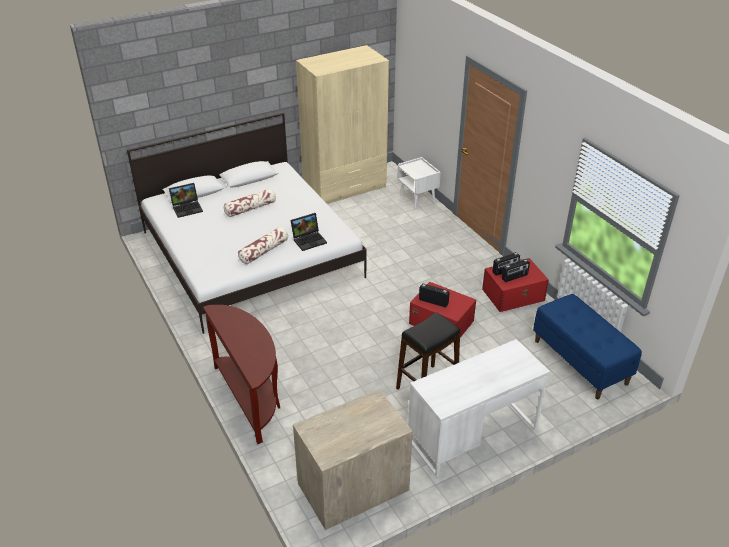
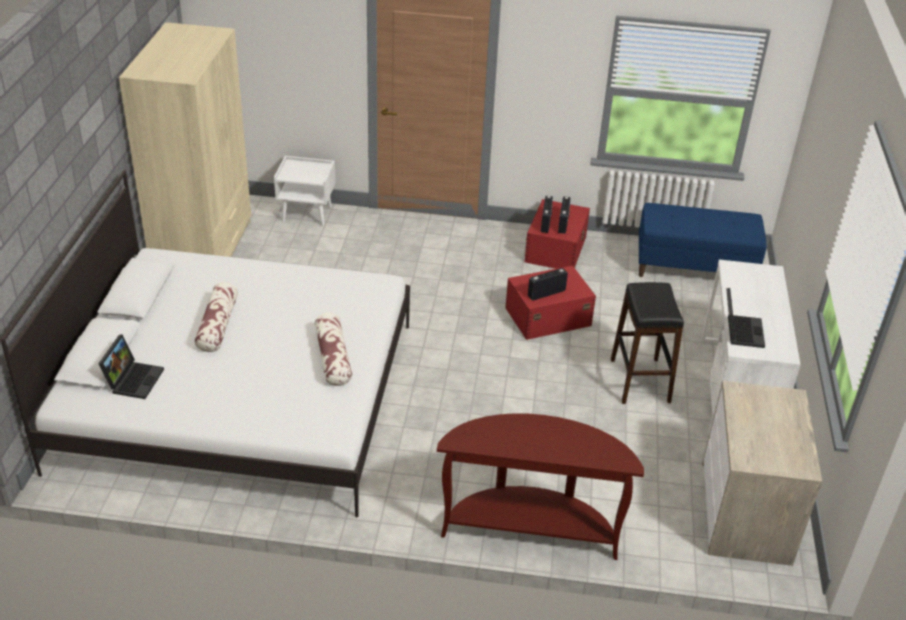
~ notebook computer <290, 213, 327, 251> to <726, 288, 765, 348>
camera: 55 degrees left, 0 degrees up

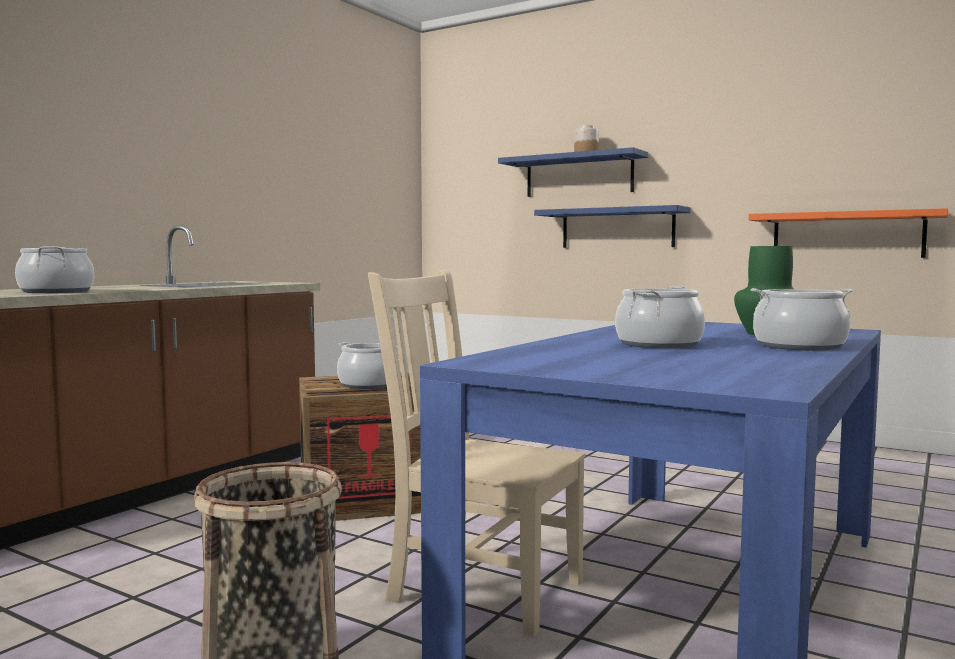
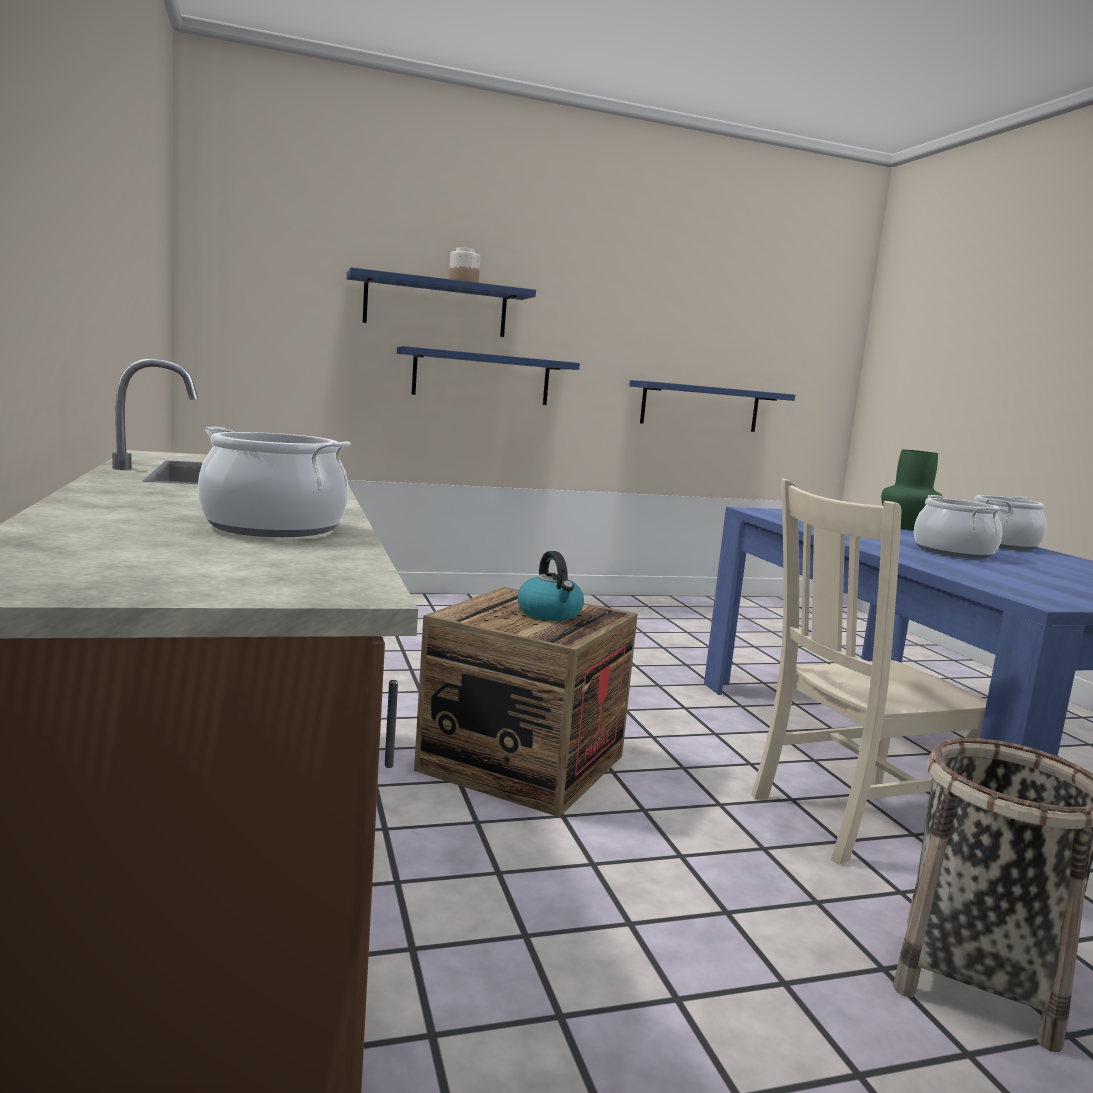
~ shelf/orange <749, 208, 948, 258> to shelf/blue <629, 380, 795, 432>
~ saucepot <337, 342, 401, 389> to water kettle <518, 551, 584, 621>
camera: 50 degrees left, 5 degrees up

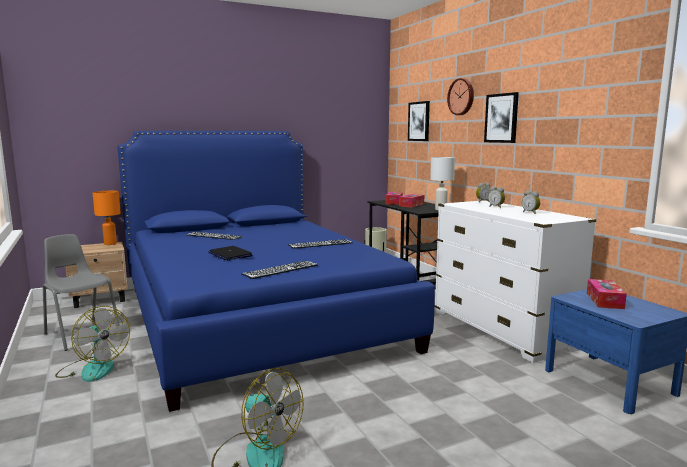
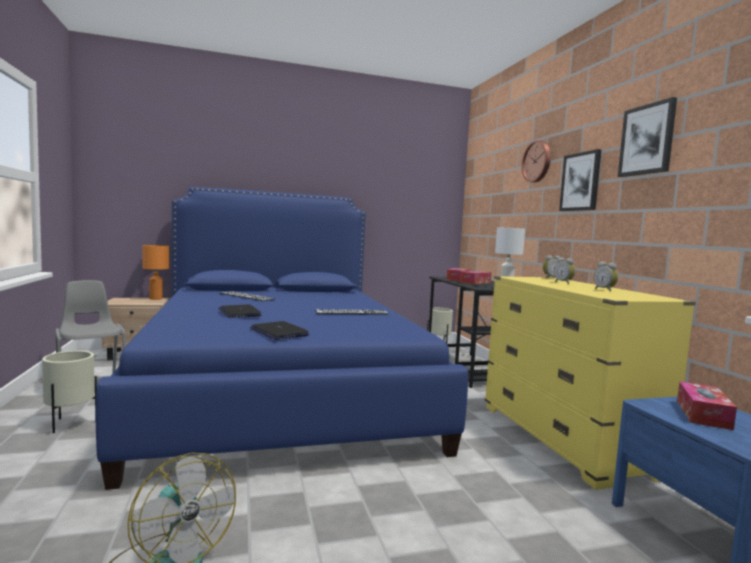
~ wall picture <408, 101, 430, 141> to <618, 97, 677, 177>
~ chest of drawers/white <435, 200, 596, 363> to chest of drawers/yellow-coloured <485, 276, 696, 490>
~ PC keyboard <241, 261, 318, 279> to notebook computer <250, 321, 309, 340>
~ fan <55, 306, 130, 382> to planter/beige-coloured <42, 351, 97, 433>
camera: 10 degrees right, 5 degrees down

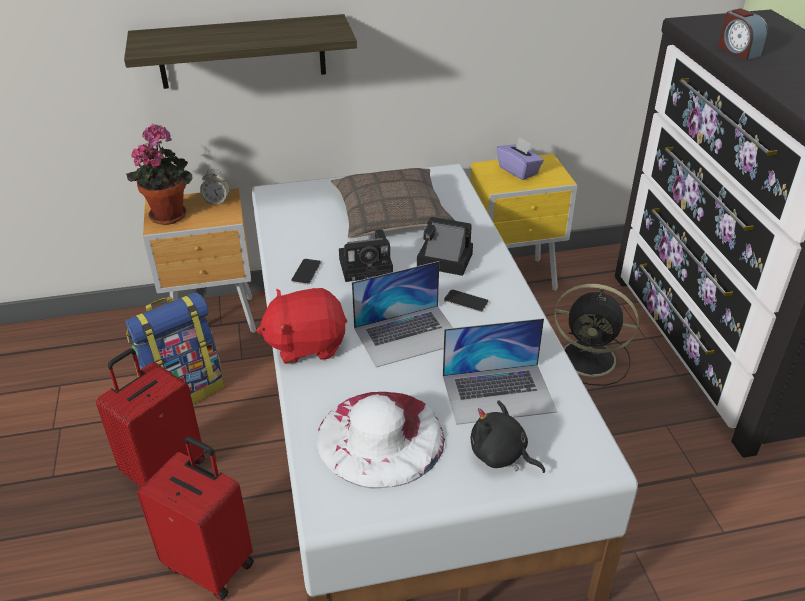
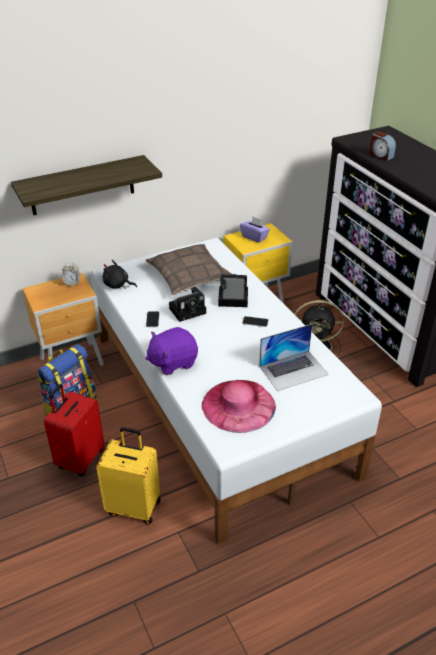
- plant in a pot <126, 124, 193, 225>
- notebook computer <352, 261, 453, 367>
~ cuddly toy/red <256, 288, 347, 364> to cuddly toy/purple-coloured <145, 327, 198, 375>
~ hat/white <317, 392, 445, 488> to hat/pink-coloured <202, 380, 276, 433>
~ cuddly toy/blackish <470, 400, 545, 473> to <103, 260, 137, 289>
~ suitcase/red <137, 436, 254, 600> to suitcase/yellow-coloured <96, 427, 160, 525>
camera: 15 degrees left, 0 degrees up

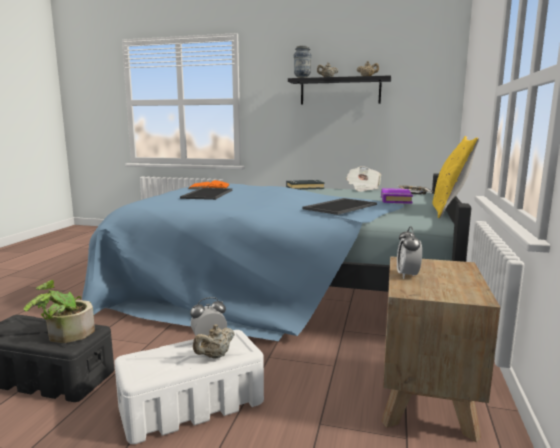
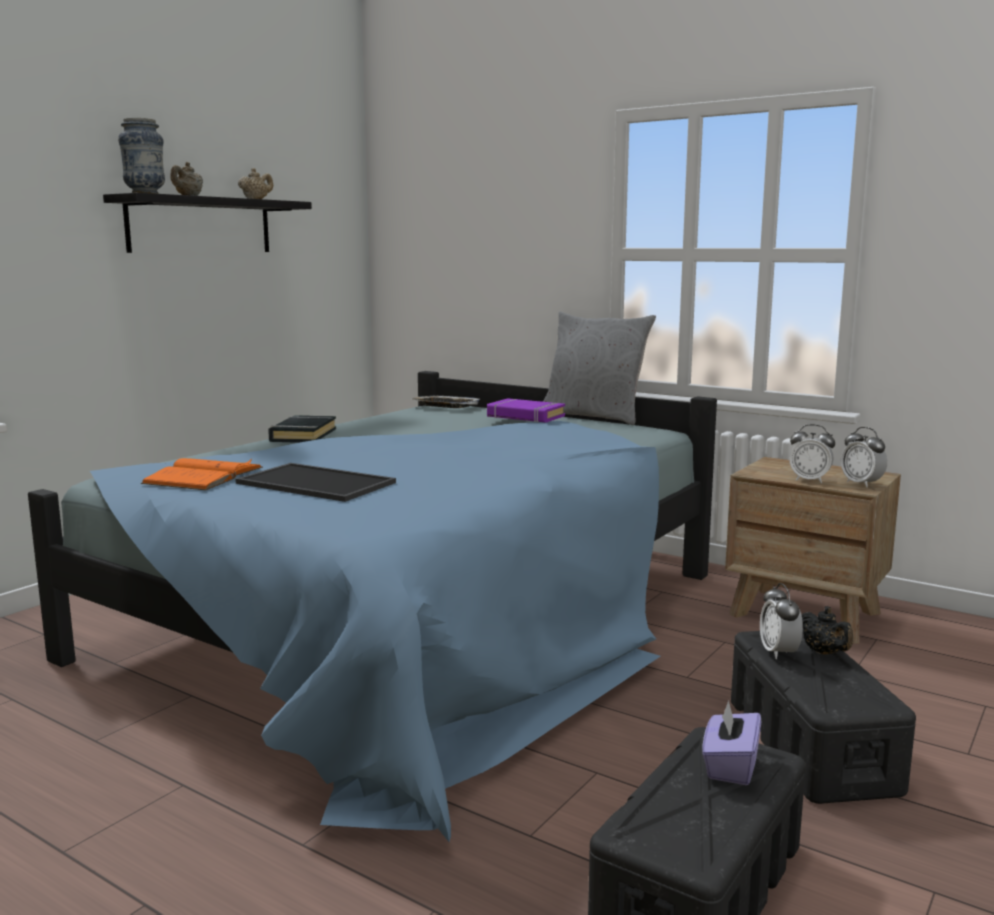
~ throw pillow/yellow-coloured <432, 136, 479, 218> to throw pillow/greyish <543, 311, 656, 425>
- printed paper <346, 166, 381, 191>
- tray <303, 198, 377, 215>
~ plant in a pot <23, 280, 95, 343> to tissue holder/purple-coloured <702, 700, 762, 785>
~ teapot/beige-coloured <193, 324, 235, 359> to teapot/blackish <801, 606, 853, 655>
~ storage box/white <114, 330, 264, 444> to storage box/blackish <731, 628, 916, 804>
+ table clock <841, 427, 887, 488>
camera: 70 degrees left, 0 degrees up

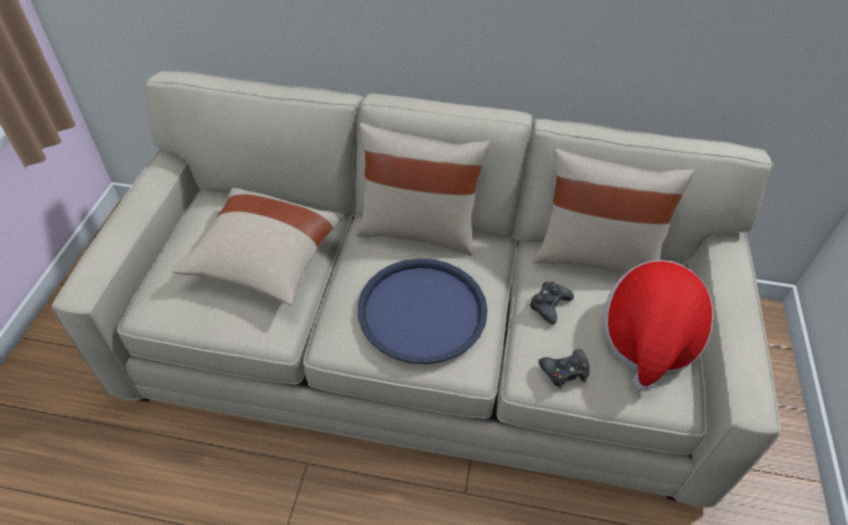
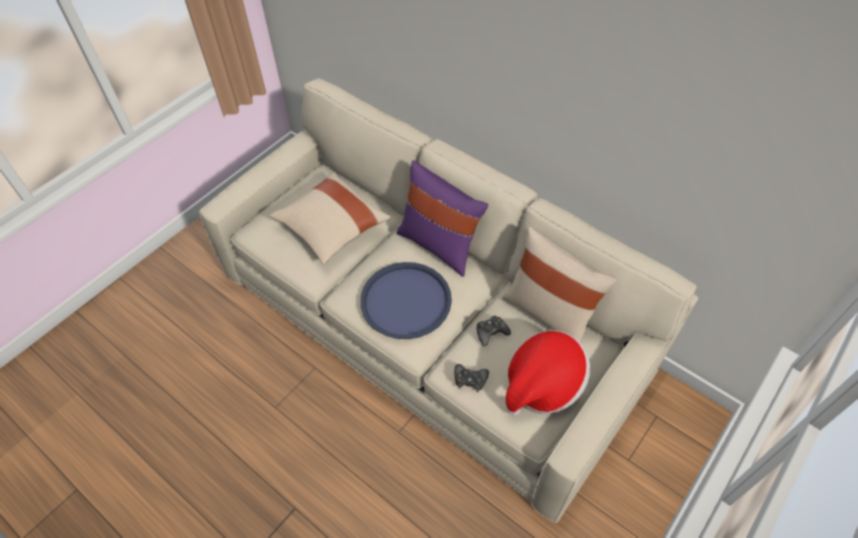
~ throw pillow/beige-coloured <355, 123, 490, 256> to throw pillow/purple-coloured <396, 160, 488, 277>
camera: 30 degrees right, 5 degrees up

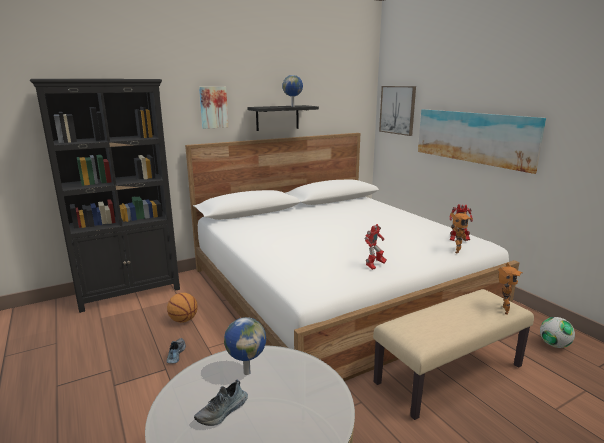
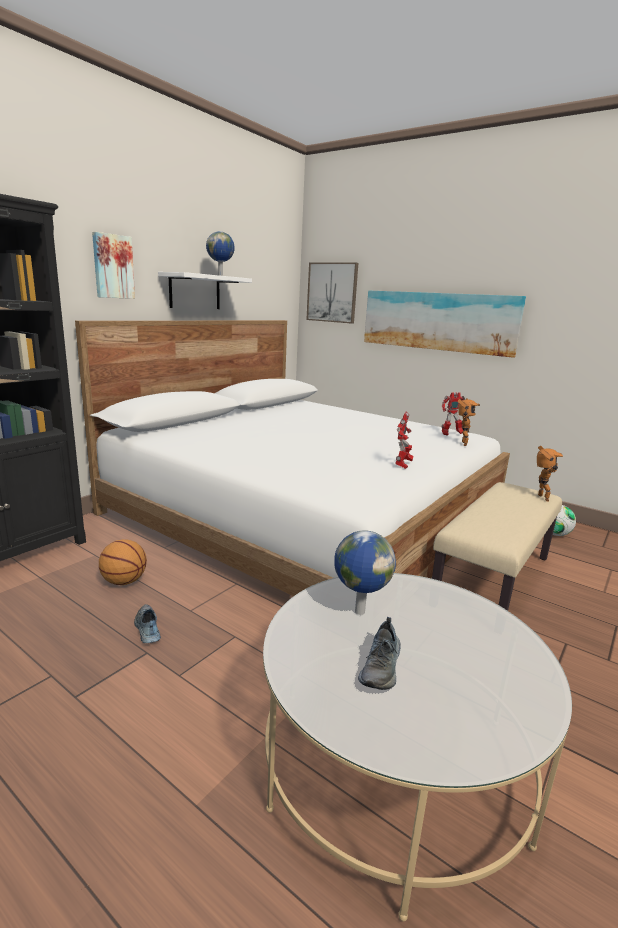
~ shelf/blackish <248, 105, 319, 131> to shelf/white <158, 272, 252, 309>
camera: 25 degrees left, 0 degrees up

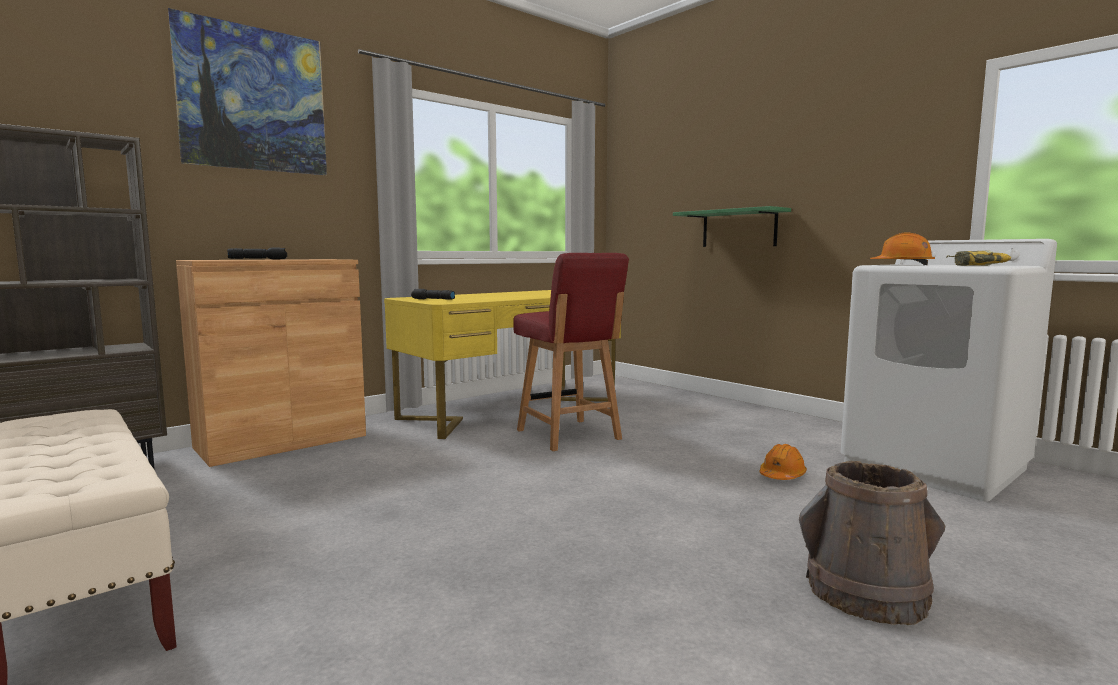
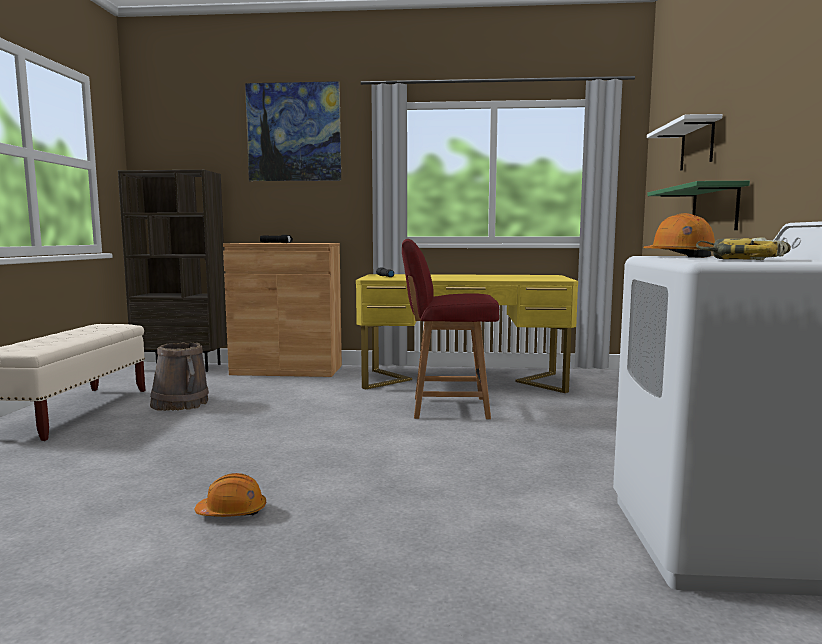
~ upright chair/red <513, 253, 629, 451> = <402, 239, 499, 419> 75 degrees clockwise
~ safety helmet/orange <759, 444, 807, 480> to <194, 473, 266, 517>
~ pail/brown-coloured <799, 460, 945, 625> to <150, 342, 209, 411>
+ shelf/white <647, 114, 722, 171>
camera: 45 degrees right, 0 degrees up

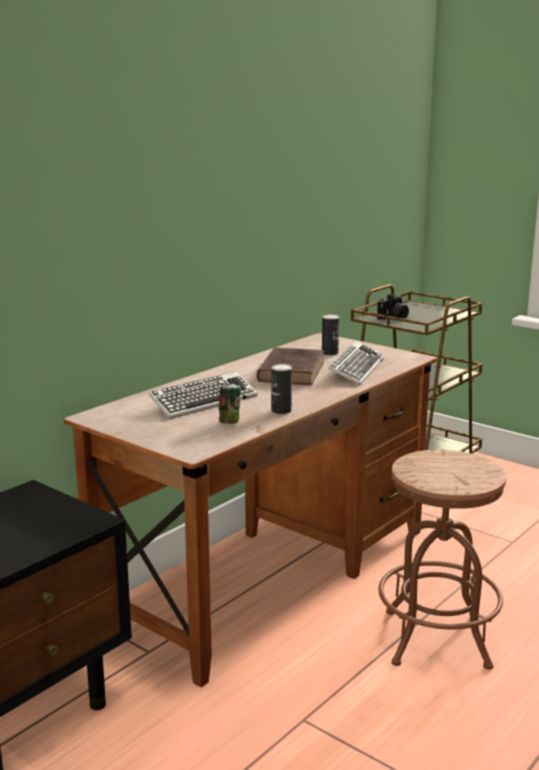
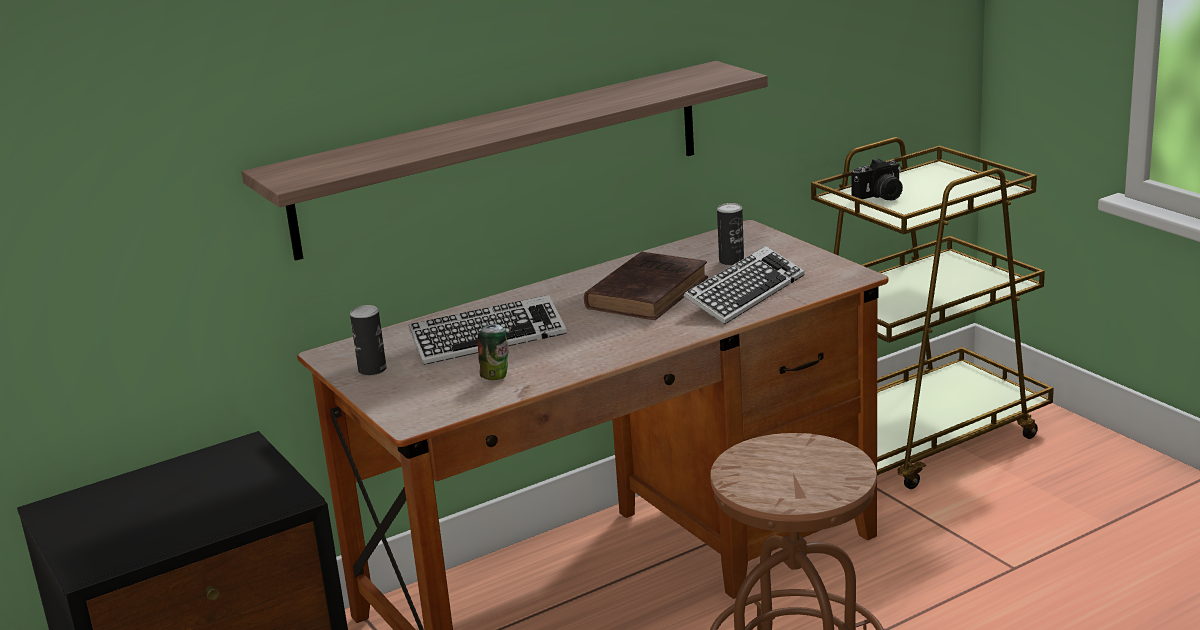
~ metal can <271, 364, 292, 414> to <350, 305, 387, 376>
+ shelf <242, 61, 768, 261>
camera: 20 degrees right, 5 degrees up

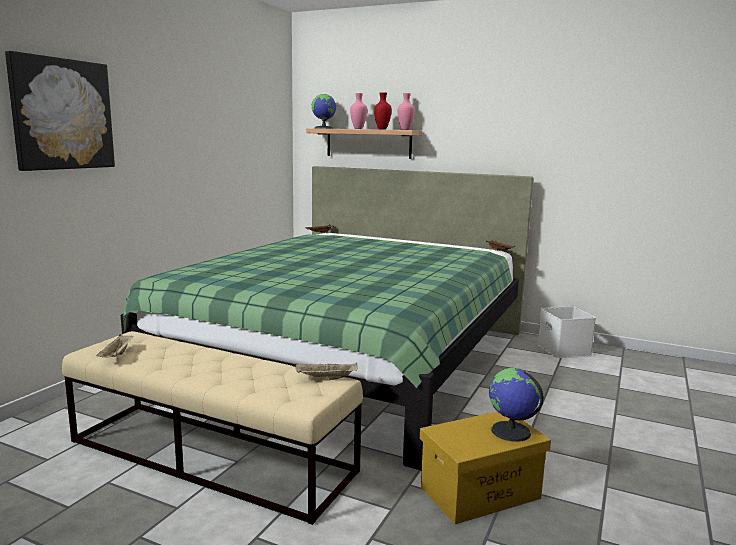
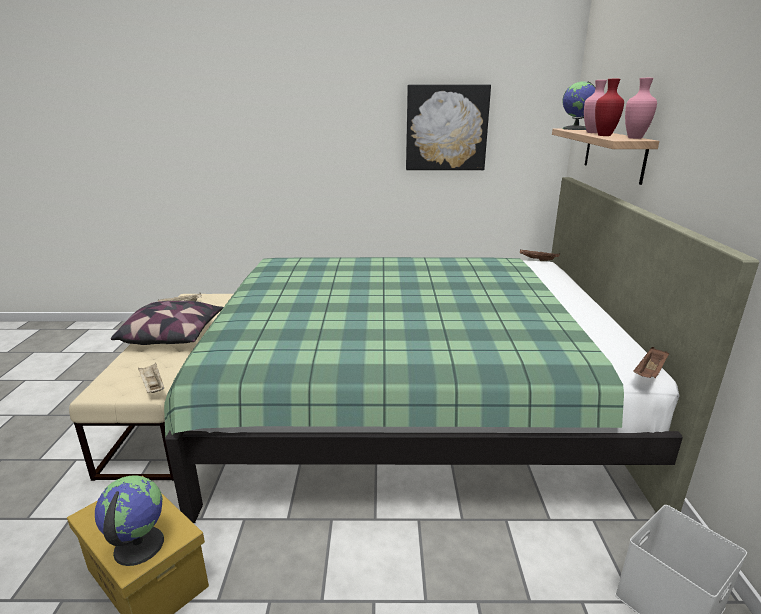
~ wall picture <5, 51, 115, 171> to <406, 85, 491, 170>
+ throw pillow <111, 301, 224, 345>
camera: 65 degrees right, 10 degrees up

